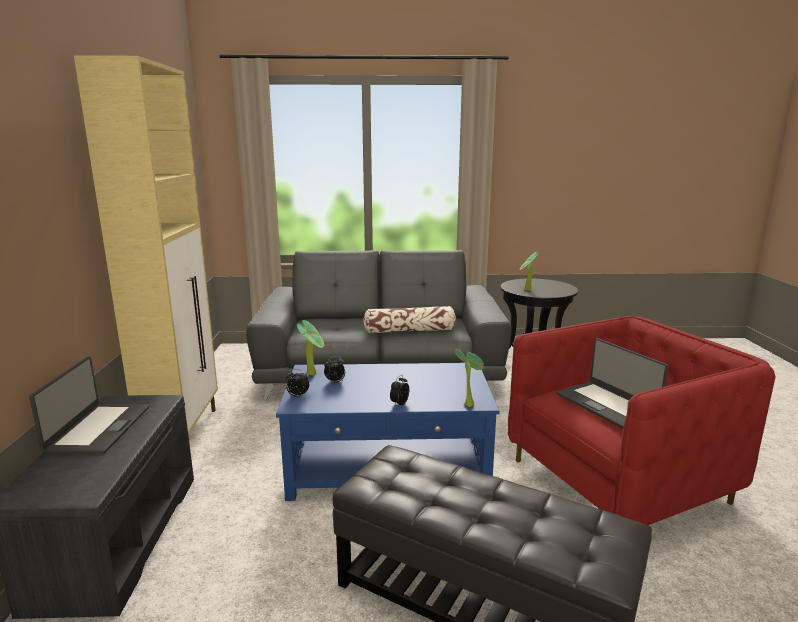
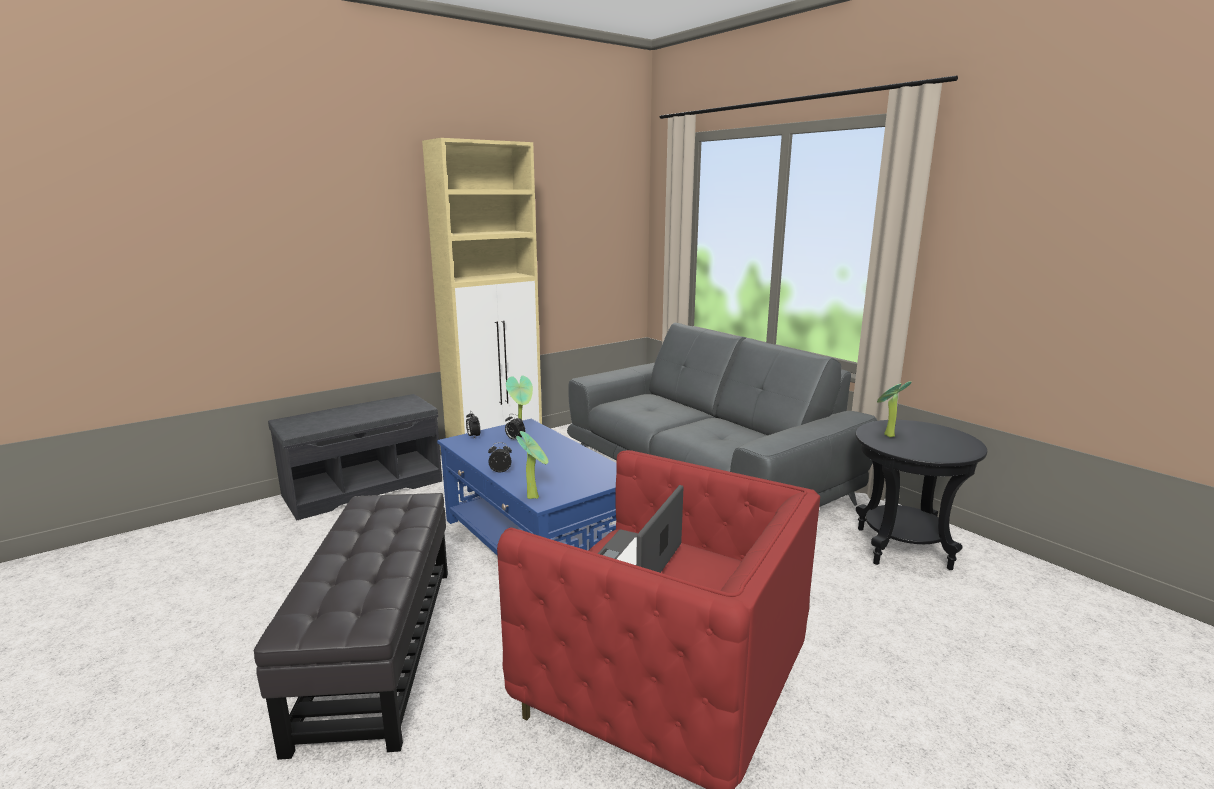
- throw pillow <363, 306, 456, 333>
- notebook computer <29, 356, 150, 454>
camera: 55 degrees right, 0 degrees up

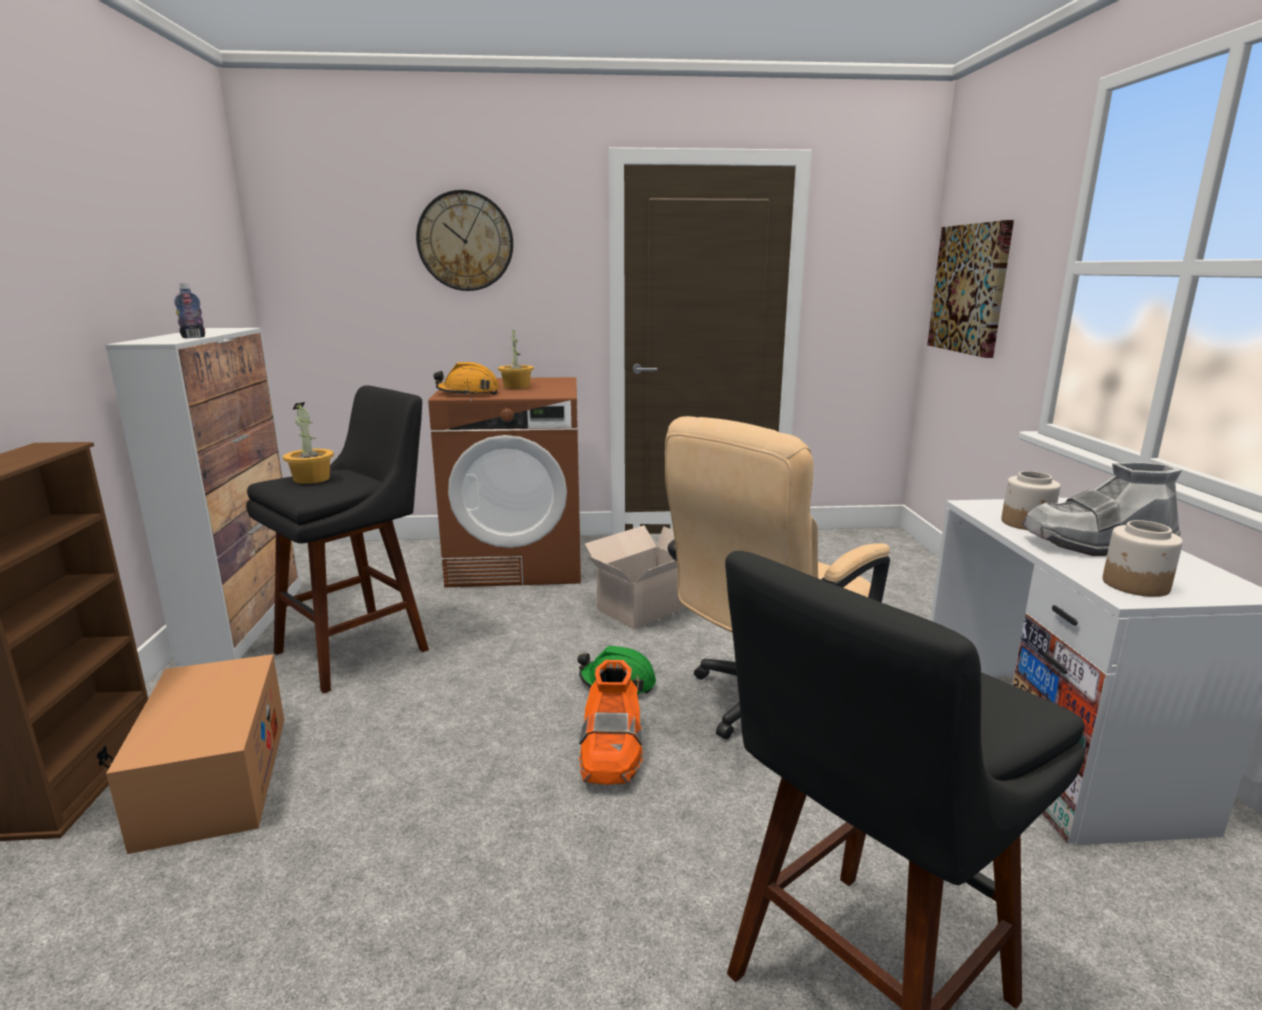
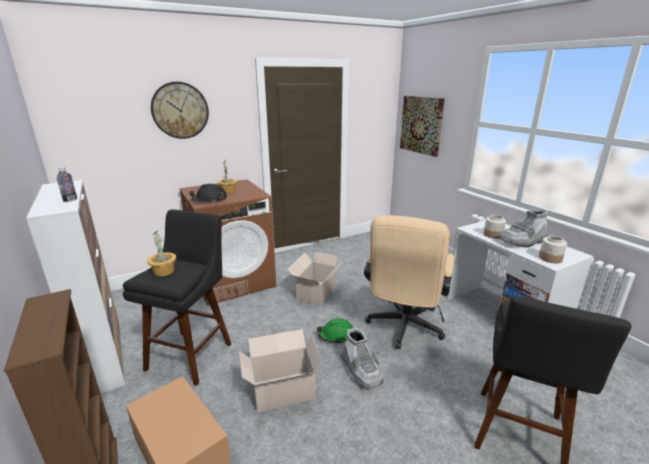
~ safety helmet/orange <433, 362, 499, 396> to safety helmet/blackish <189, 184, 227, 203>
~ high-top boot/orange <579, 660, 643, 785> to high-top boot/greyish <341, 328, 384, 389>
+ cardboard box <239, 329, 321, 412>
camera: 25 degrees left, 5 degrees up

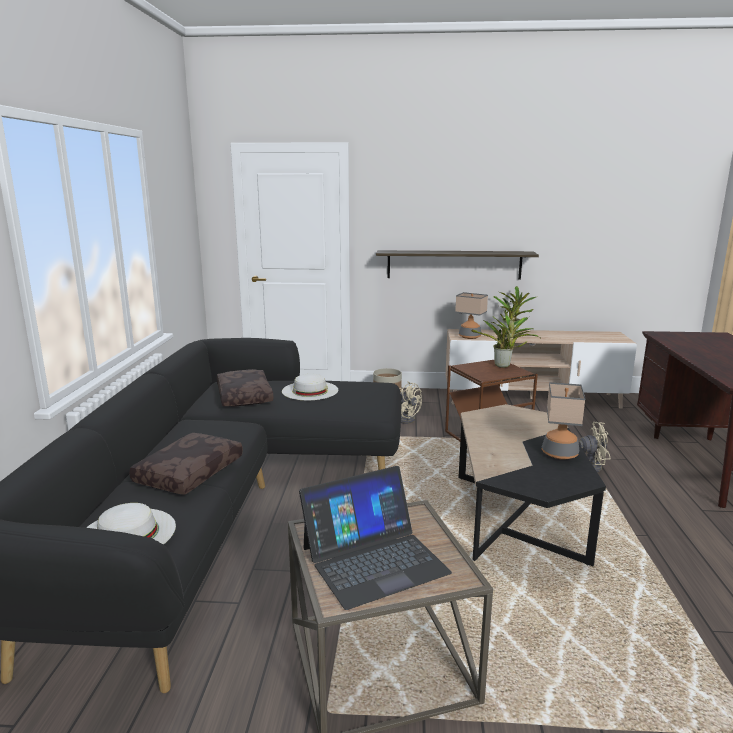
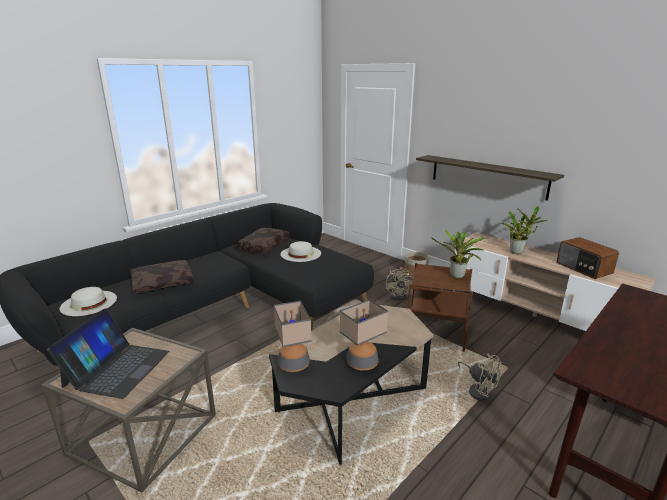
~ tabletop lamp <455, 292, 488, 339> to <273, 300, 312, 372>
~ notebook computer <299, 466, 452, 610> = <47, 308, 169, 399> 90 degrees counterclockwise
+ radio set <557, 237, 619, 279>
camera: 40 degrees right, 5 degrees up

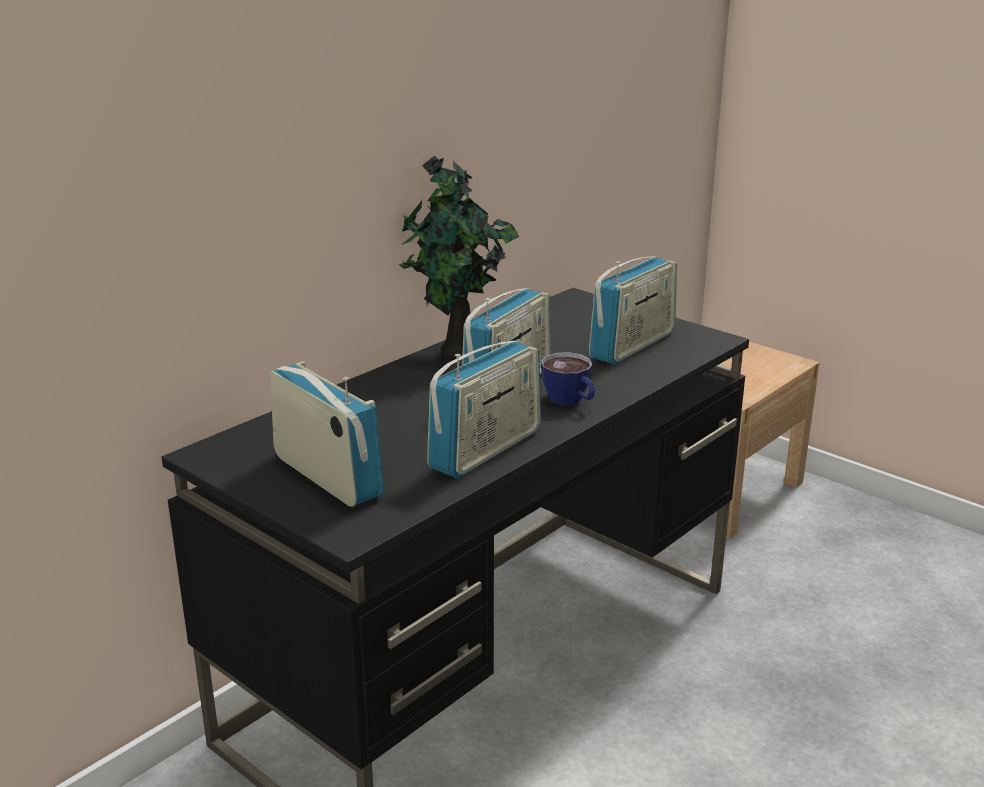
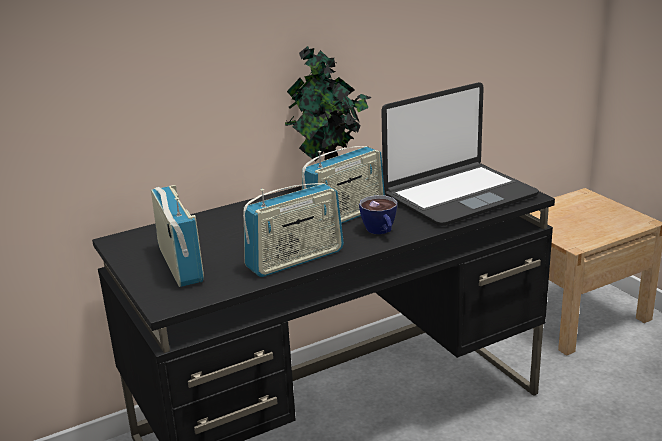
~ radio set <589, 256, 677, 365> to notebook computer <381, 82, 539, 226>
camera: 20 degrees right, 0 degrees up

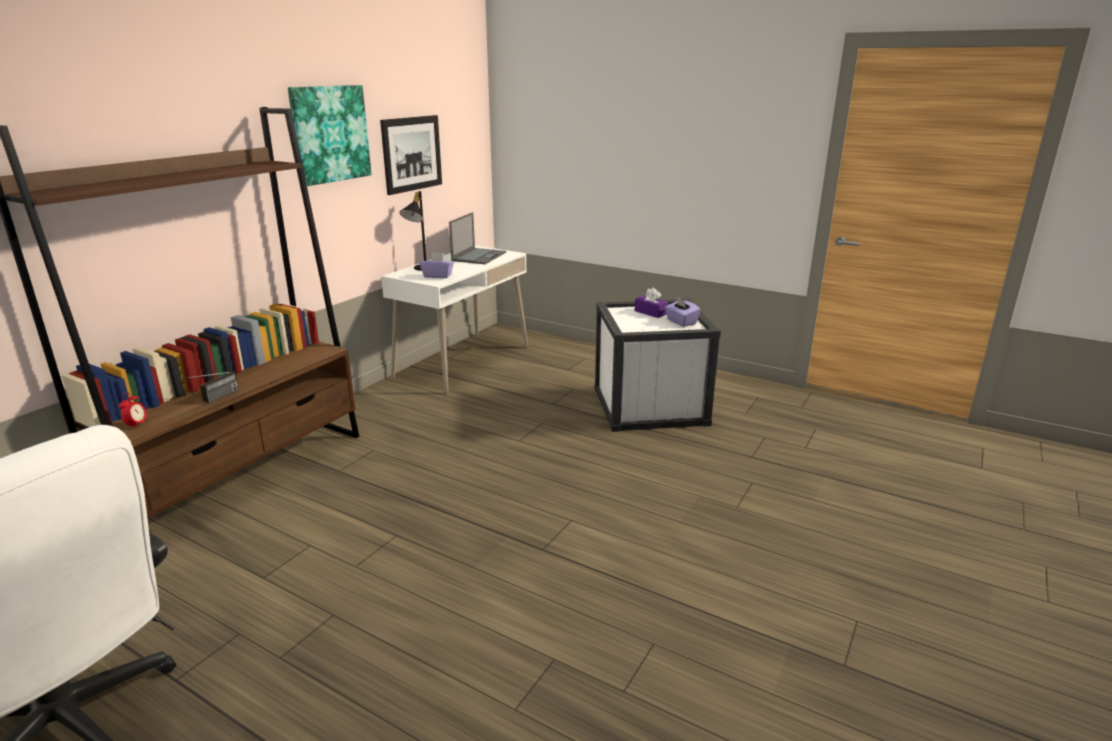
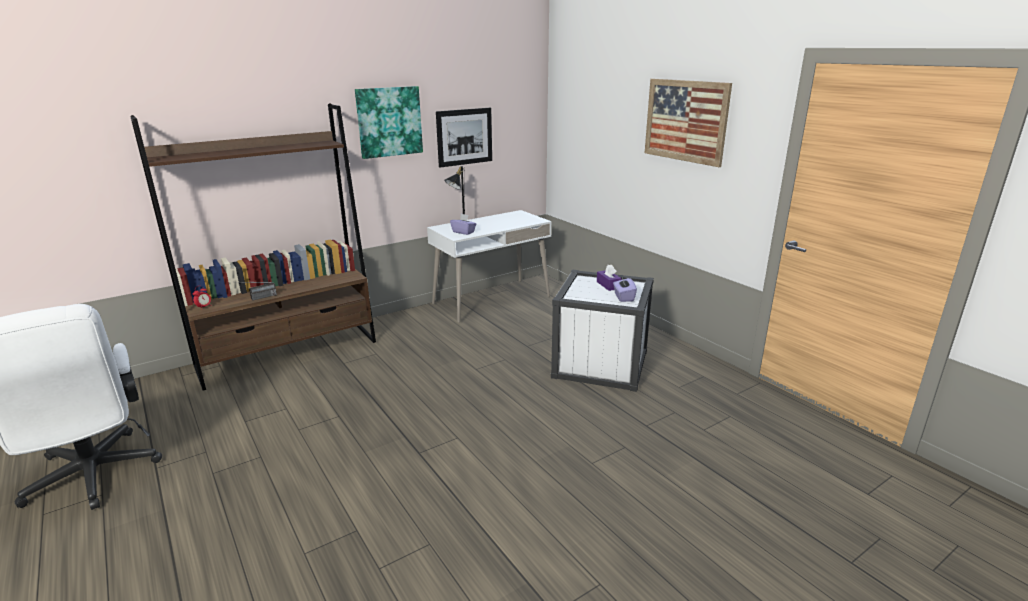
- notebook computer <449, 212, 506, 264>
+ wall picture <645, 79, 732, 167>
camera: 25 degrees right, 0 degrees up

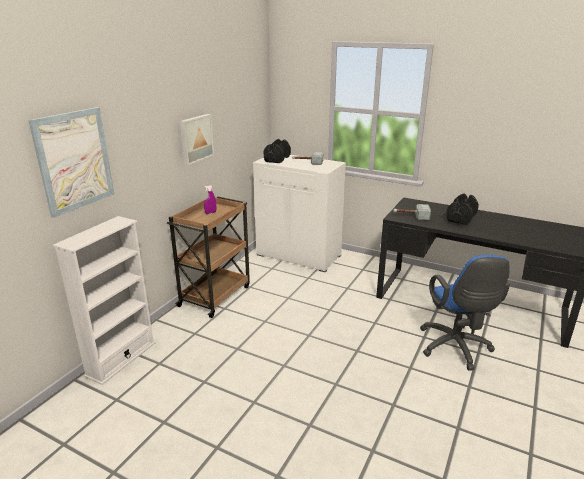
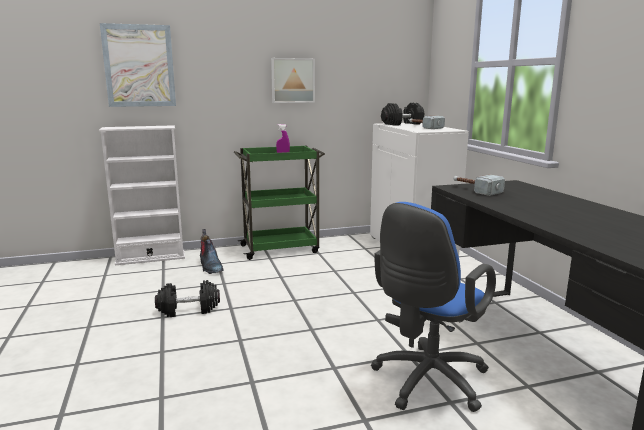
~ dumbbell/blackish <446, 193, 479, 225> to <155, 280, 220, 317>
~ cart/brown-coloured <167, 196, 250, 318> to cart/green-coloured <234, 146, 325, 260>
+ high-top boot <200, 229, 224, 274>
camera: 45 degrees right, 10 degrees down

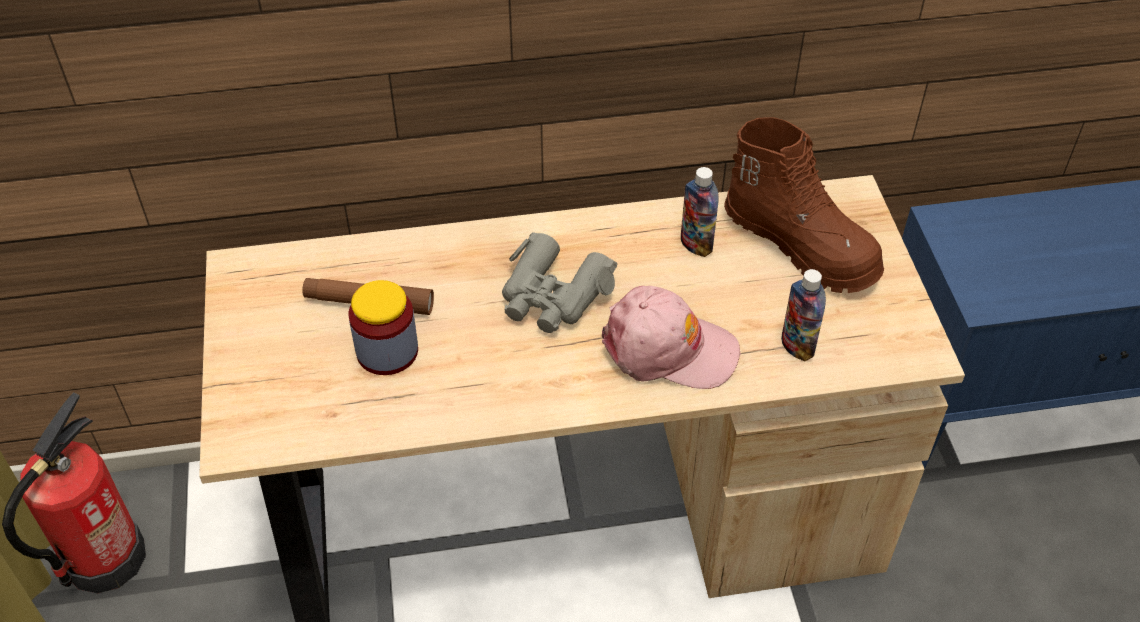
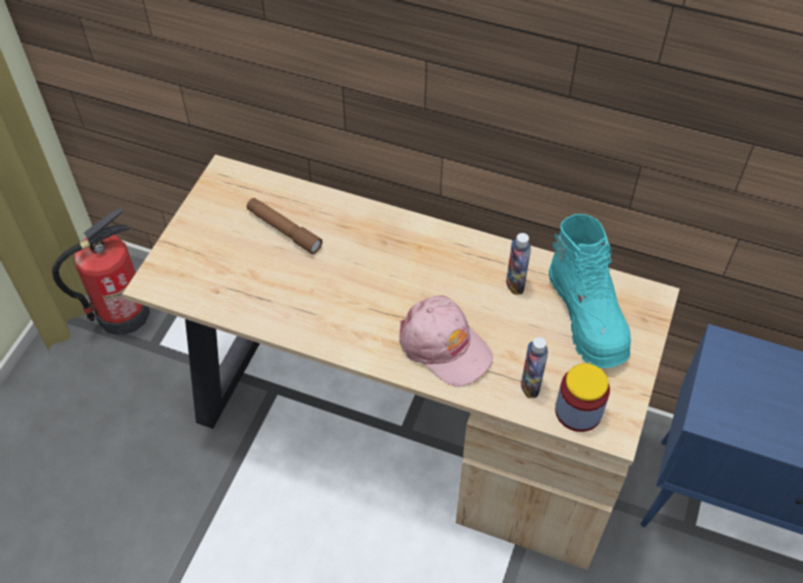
~ high-top boot/brown-coloured <724, 117, 884, 293> to high-top boot/turquoise <549, 214, 631, 368>
- pair of binoculars/greyish <502, 232, 618, 333>
~ jar <348, 280, 418, 375> to <555, 363, 610, 432>
camera: 30 degrees right, 5 degrees up

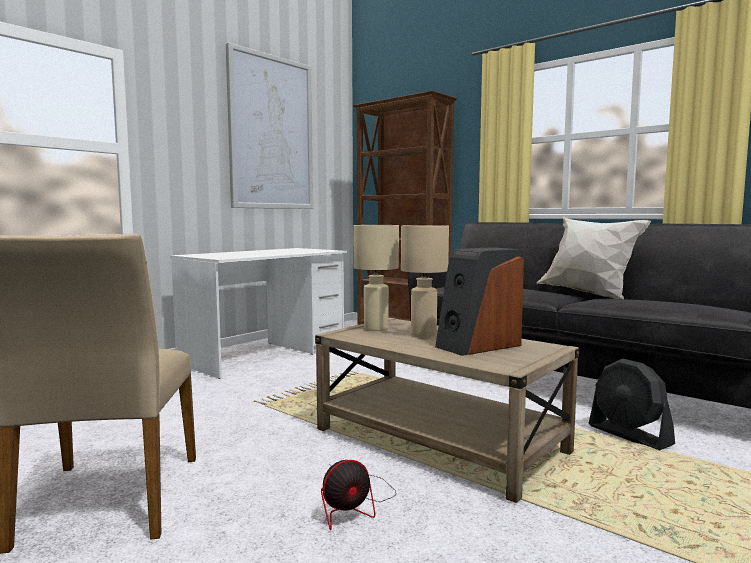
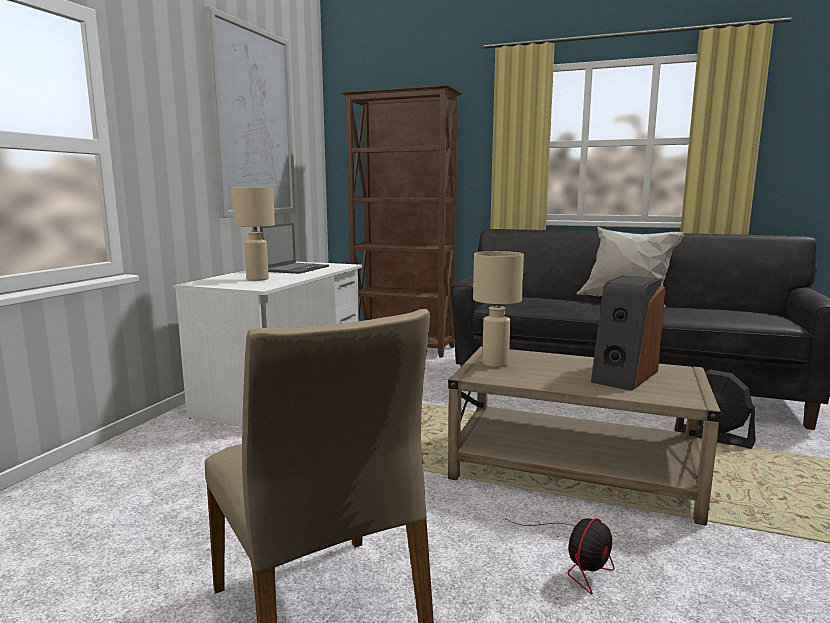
~ tabletop lamp/beige-coloured <401, 225, 449, 337> to <232, 187, 275, 281>
+ notebook computer <260, 223, 329, 274>
camera: 20 degrees left, 5 degrees up

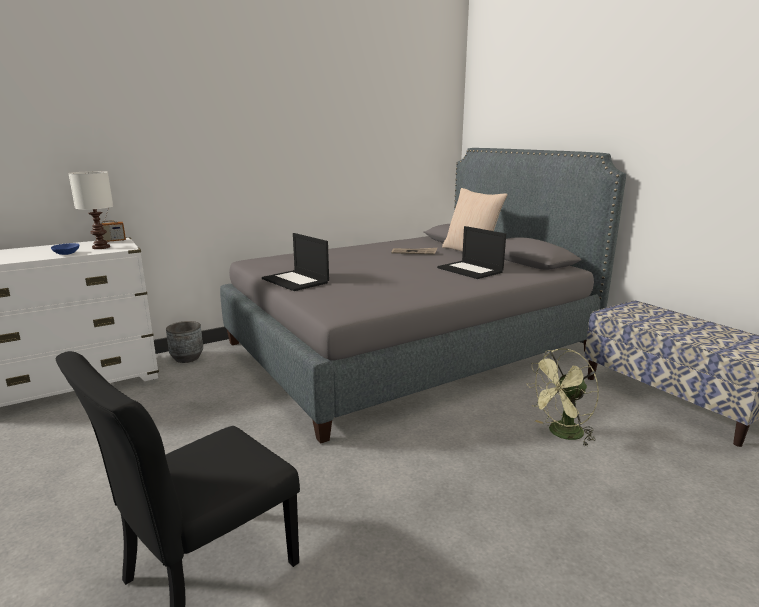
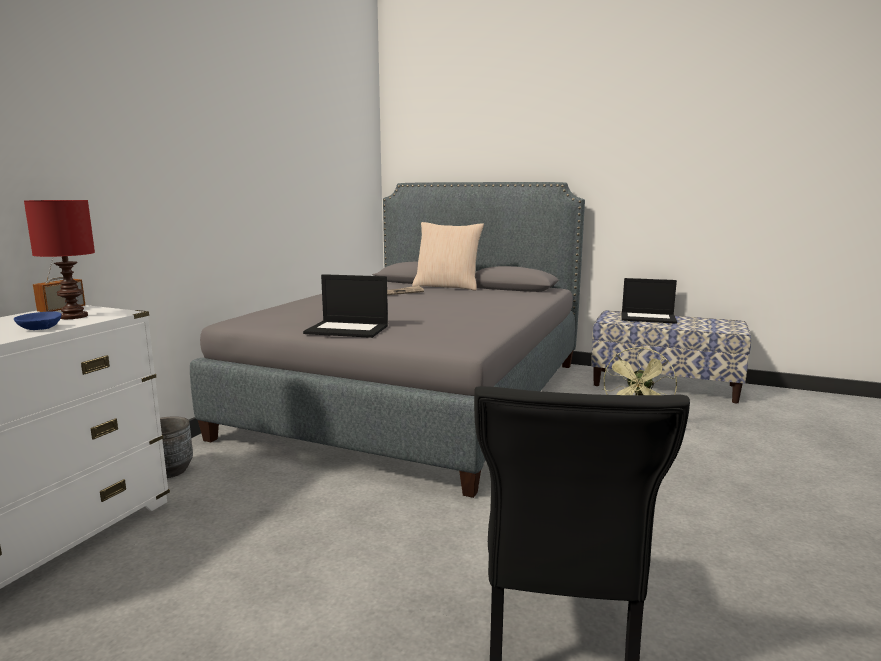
~ tabletop lamp/white <68, 171, 113, 249> to tabletop lamp/red <24, 200, 95, 319>
~ notebook computer <437, 226, 506, 279> to <621, 278, 677, 324>
camera: 35 degrees left, 5 degrees down

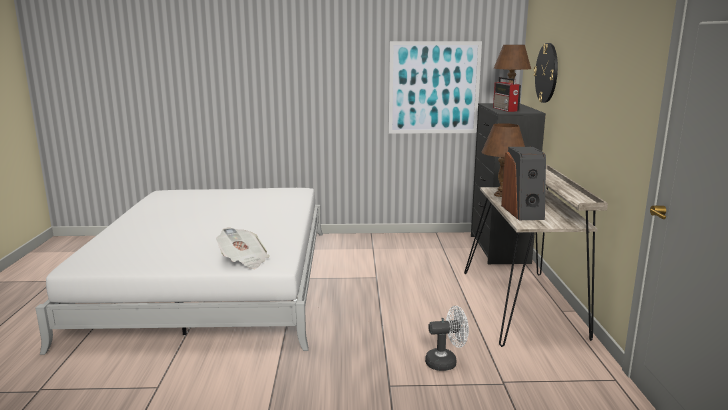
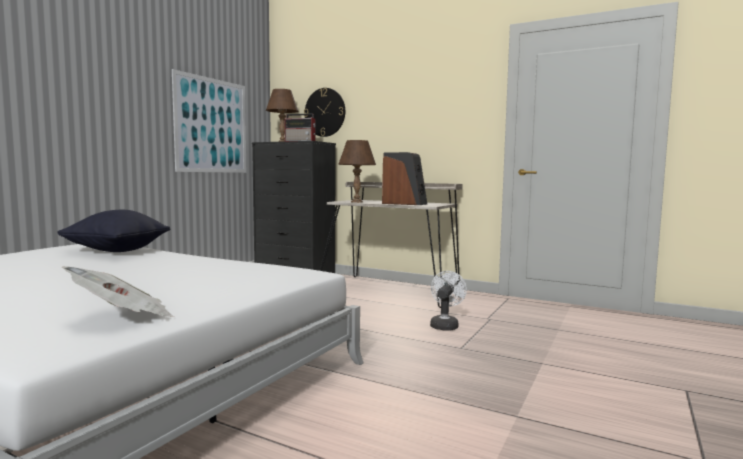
~ printed paper <216, 227, 270, 269> to <62, 266, 174, 317>
+ throw pillow/blackish <57, 210, 170, 252>
camera: 60 degrees left, 10 degrees down

